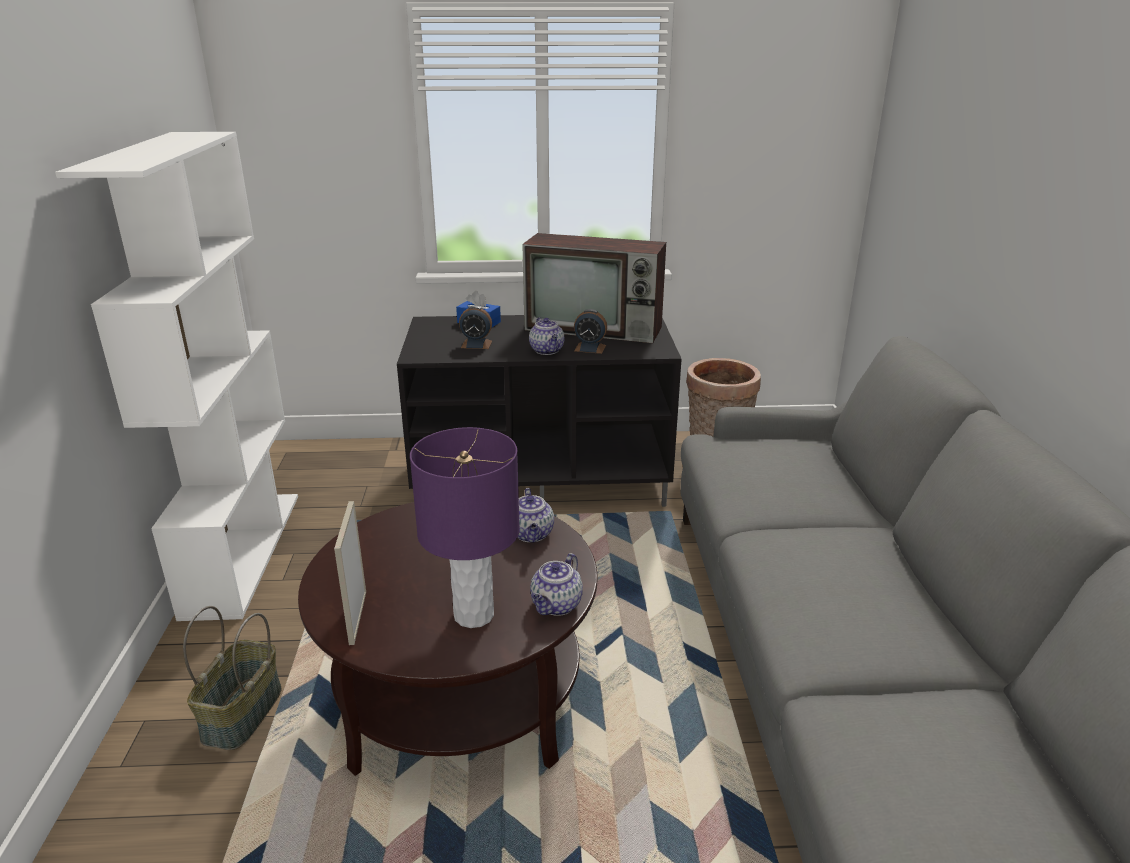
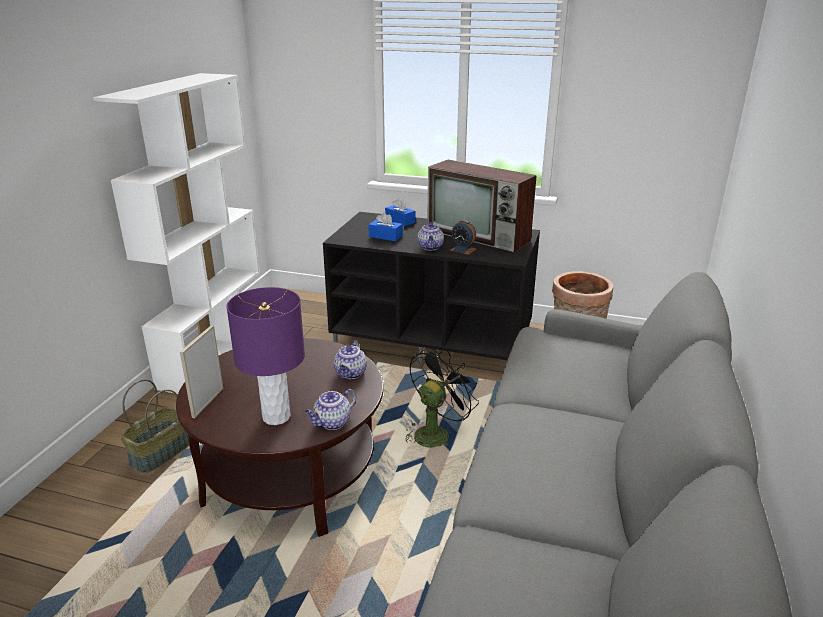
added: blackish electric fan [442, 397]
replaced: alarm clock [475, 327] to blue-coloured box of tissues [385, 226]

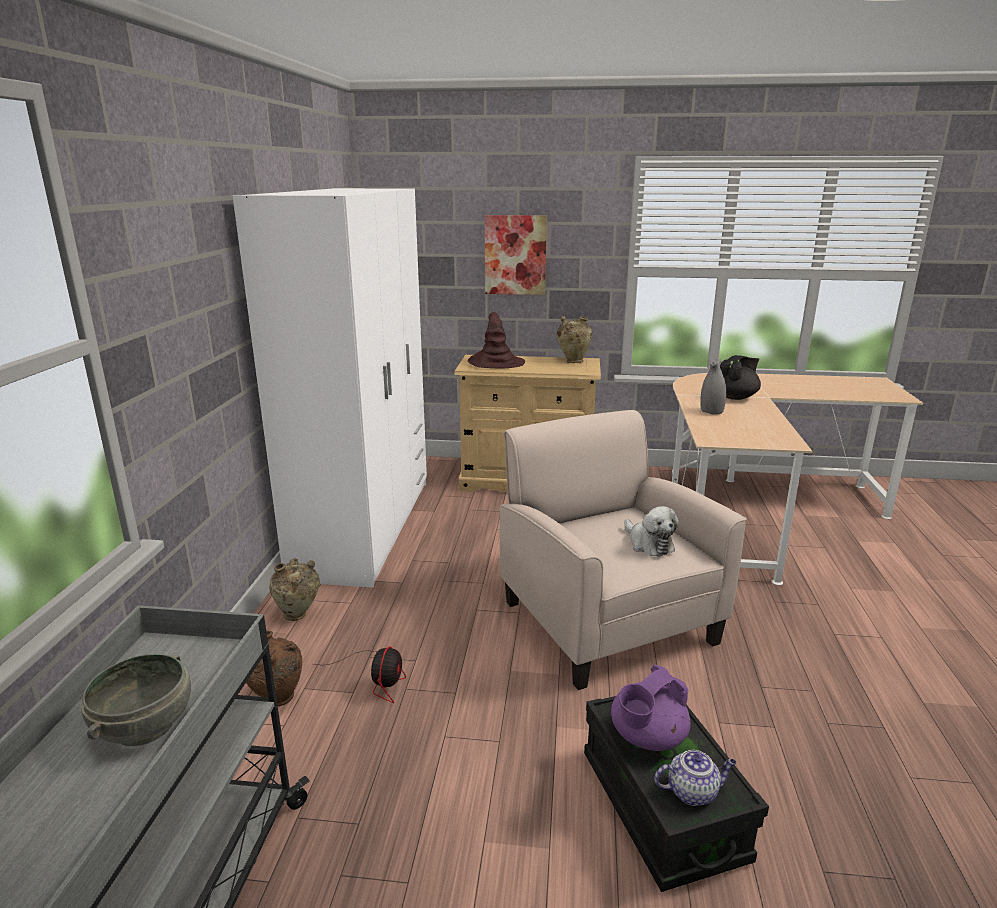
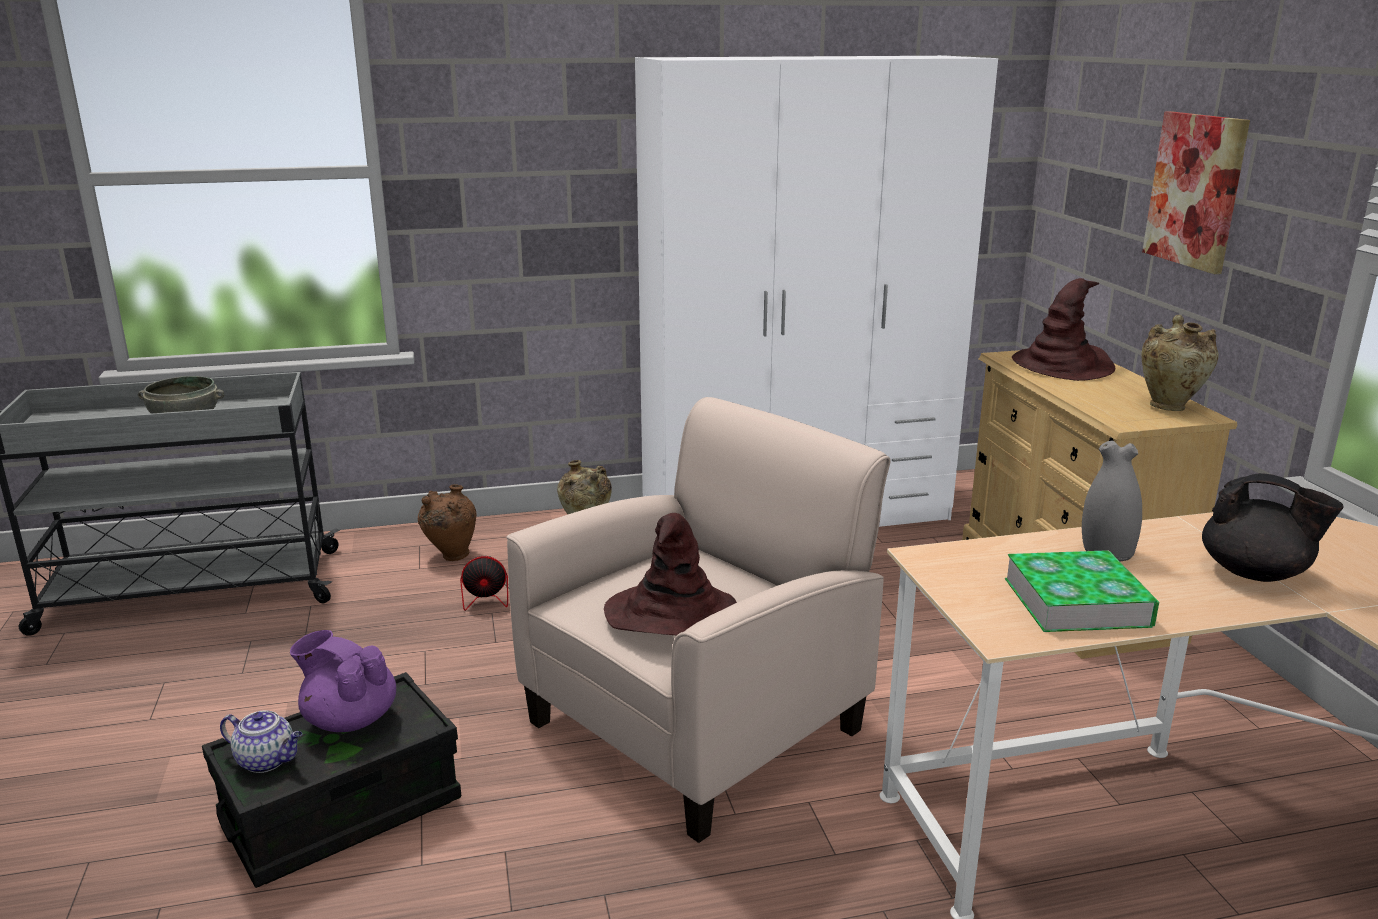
added: book [1082, 591]
replaced: plush toy [651, 531] to brown clothing hat [670, 574]
turned: tea pot [695, 778] = [261, 742] 45 degrees counterclockwise

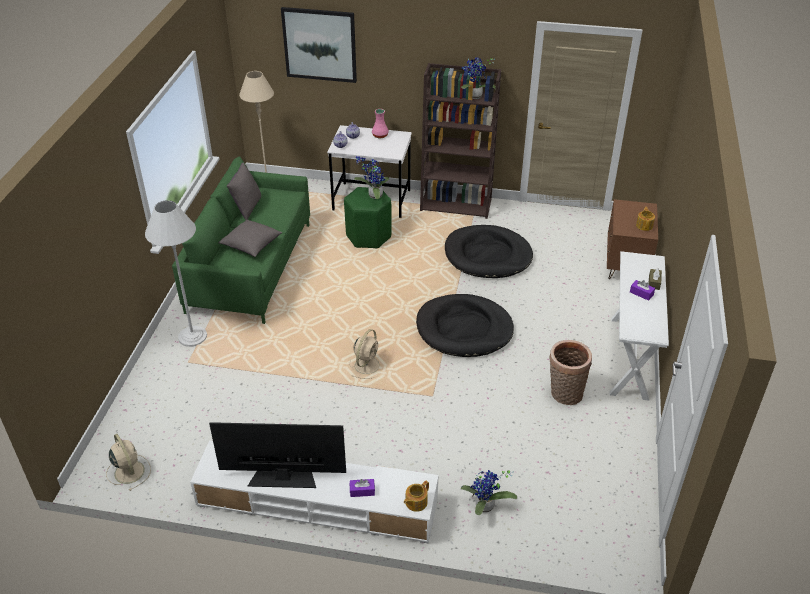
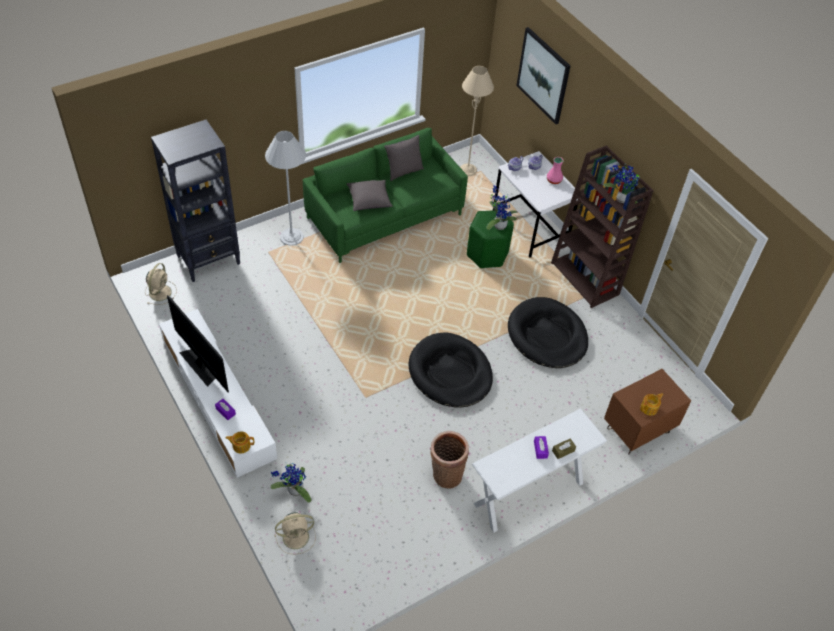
added: blackish bookshelf [195, 201]
moved: sand-coloured electric fan [365, 354] to [295, 533]

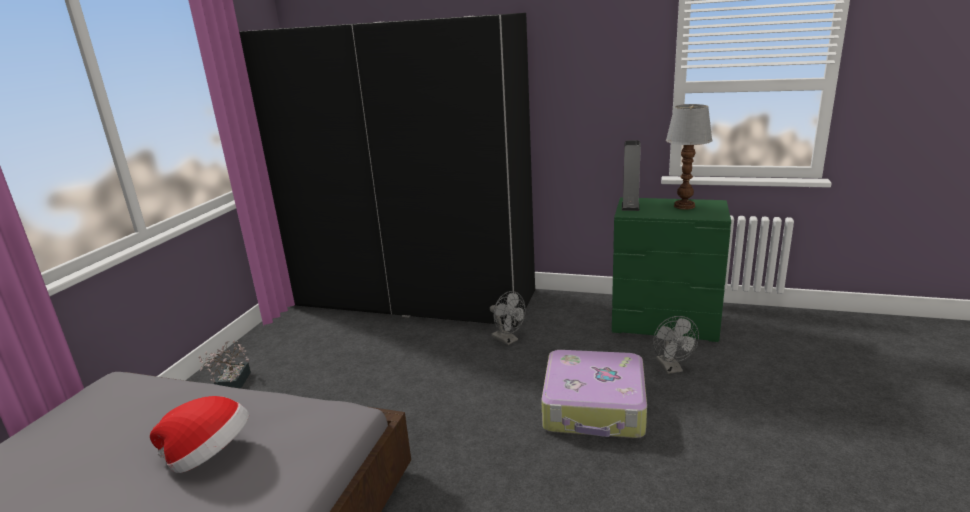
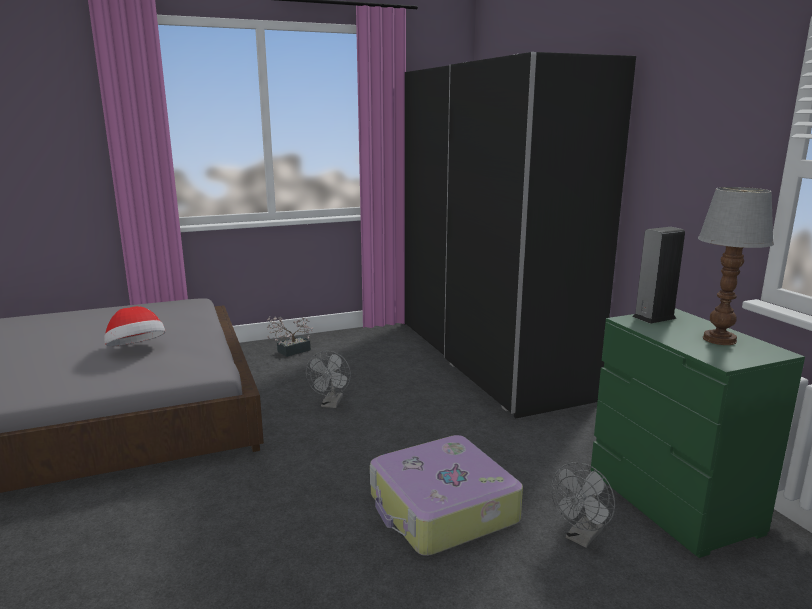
moved: grey electric fan [508, 318] to [328, 379]

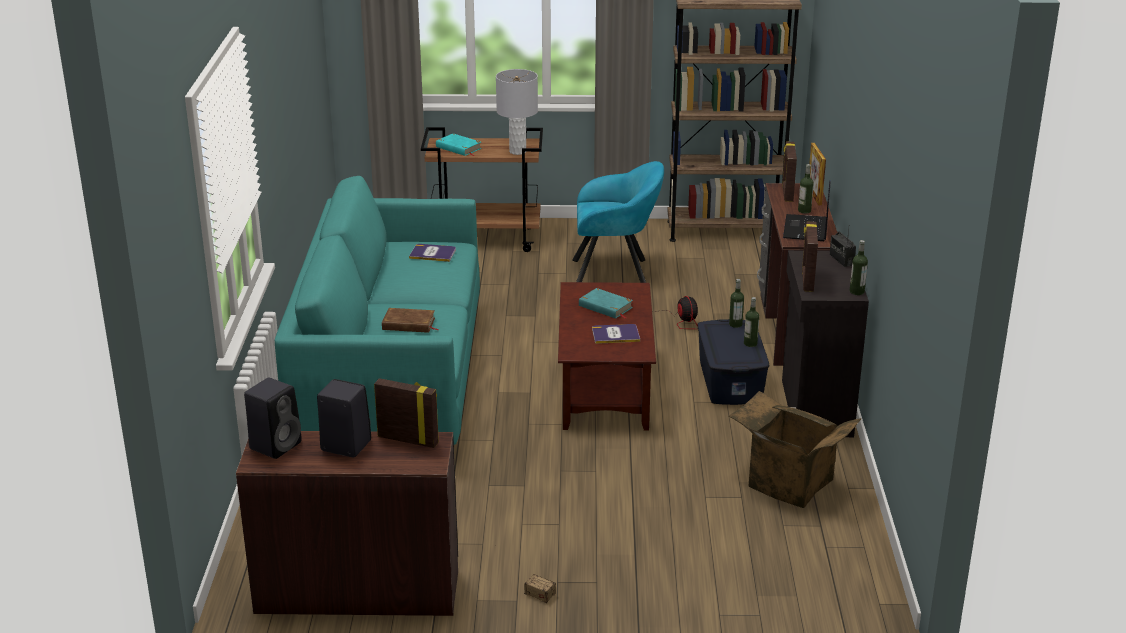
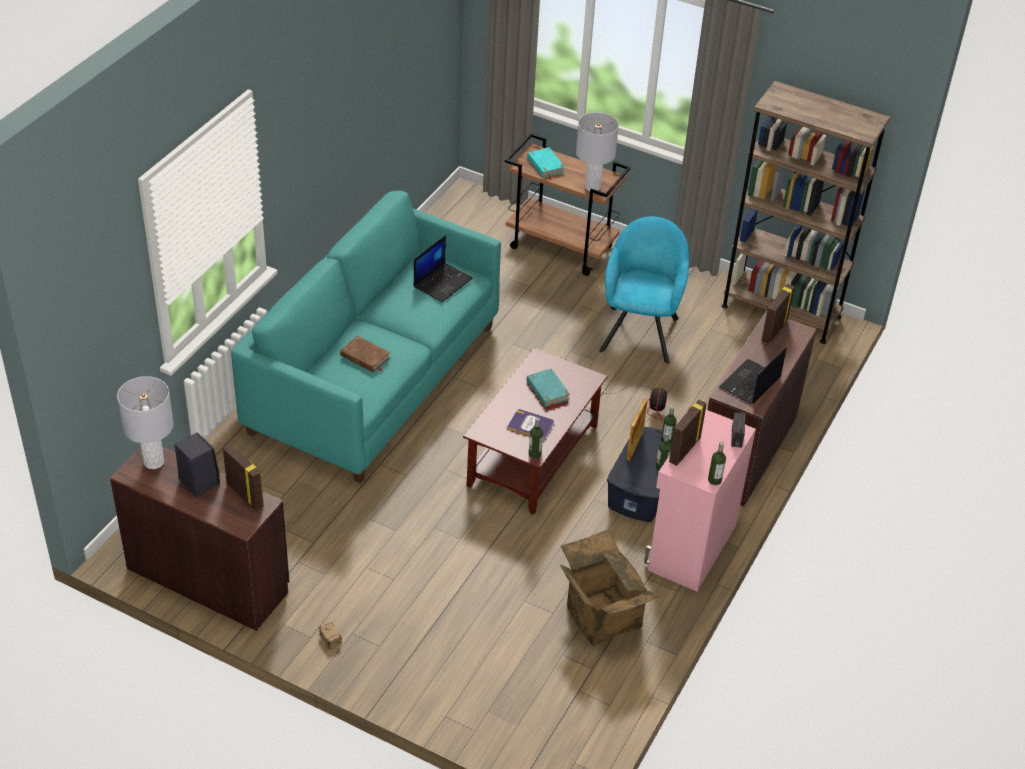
moved: standing frame [817, 174] to [637, 429]; drink bottle [806, 189] to [536, 437]
replaced: book [432, 253] to notebook computer [443, 268]; blackish audio speaker [273, 418] to grey lamp for a table [145, 422]
recoloured: blackish cupboard [825, 343] to pink-coloured cupboard [700, 500]
turned: blue-green lounge chair [618, 222] = [644, 290] 105 degrees counterclockwise

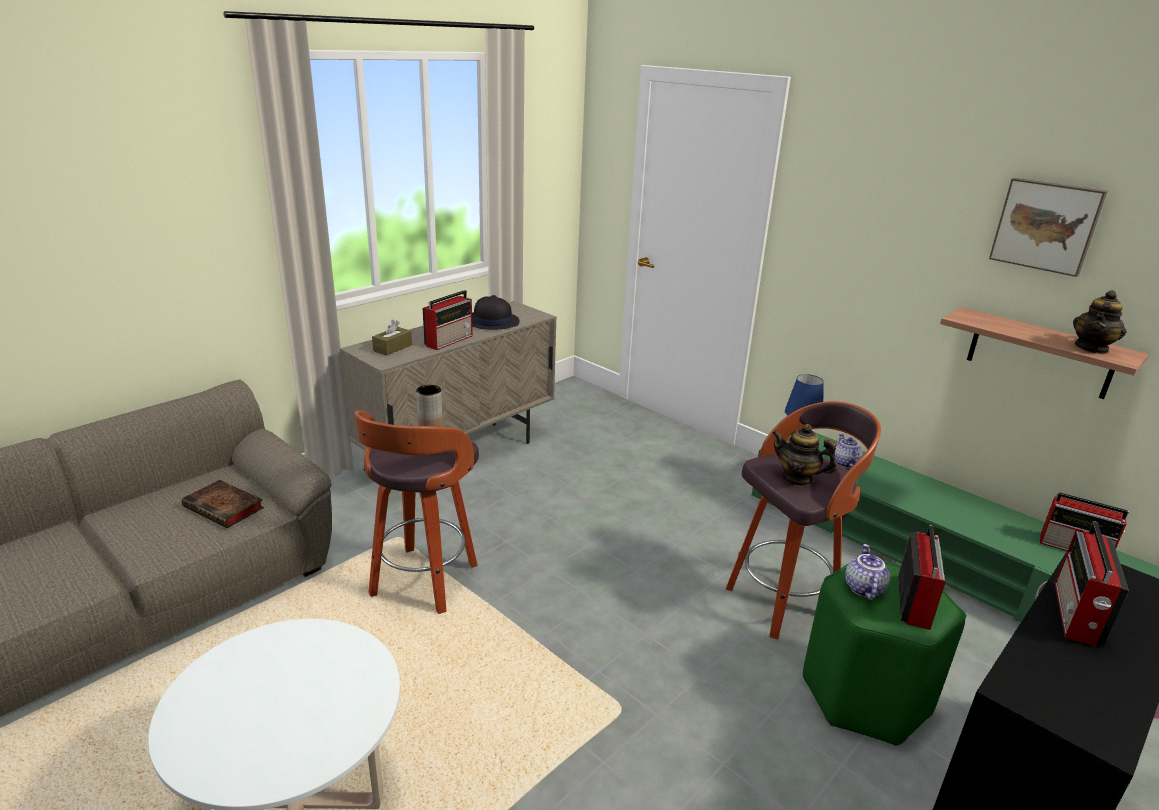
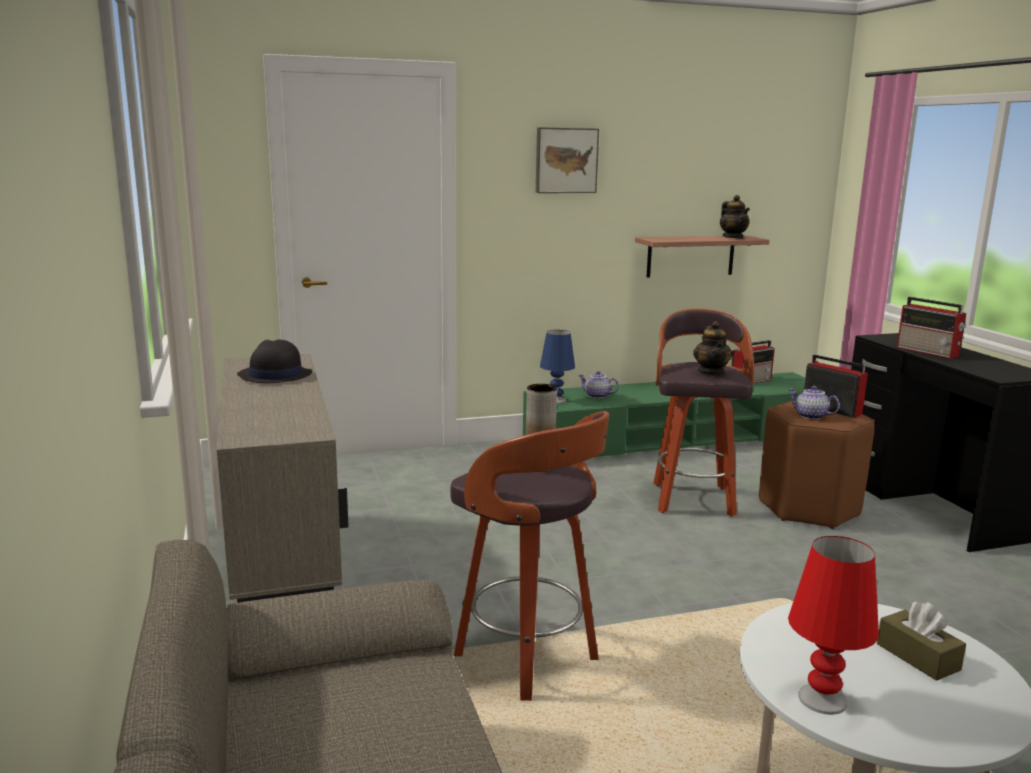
removed: radio set [448, 320]; book [223, 504]
added: red lamp for a table [833, 625]
moved: wall picture [1048, 227] to [567, 160]; brown box of tissues [392, 338] to [921, 641]
recoloured: greenish stool [884, 651] to brown stool [817, 465]
turned: tea pot [804, 455] = [713, 348] 60 degrees counterclockwise

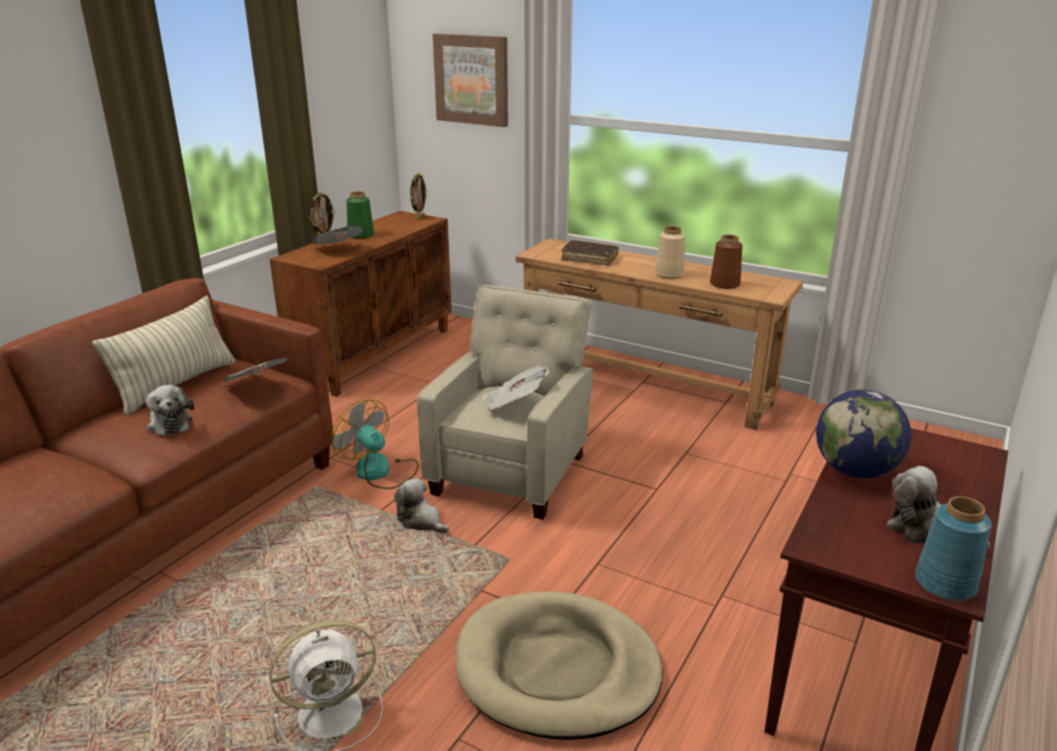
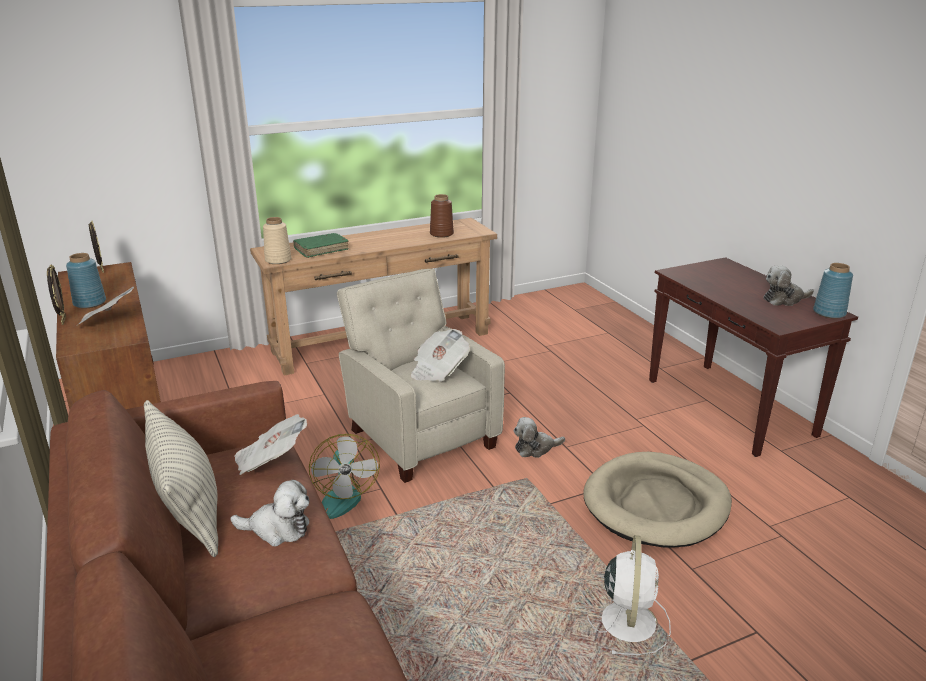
removed: wall picture [470, 80]; desk globe [863, 433]
moved: sand-coloured decorative vase [670, 252] to [277, 240]; plush toy [421, 506] to [539, 437]
recoloured: greenish decorative vase [360, 215] to blue-coloured decorative vase [86, 280]; brown book [590, 253] to greenish book [321, 245]
turned: electric fan [375, 444] = [344, 476] 90 degrees counterclockwise

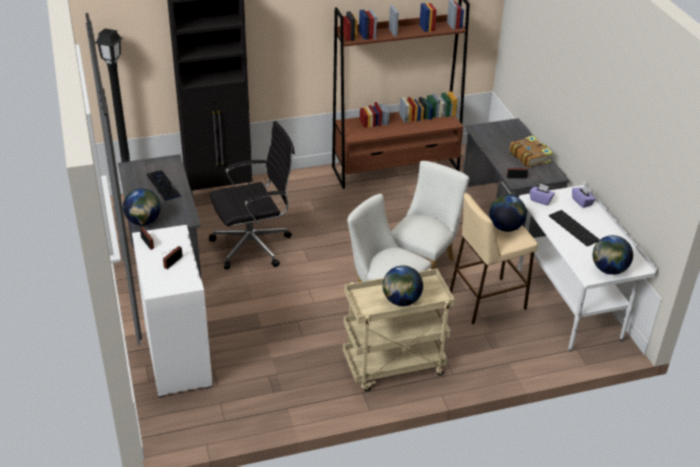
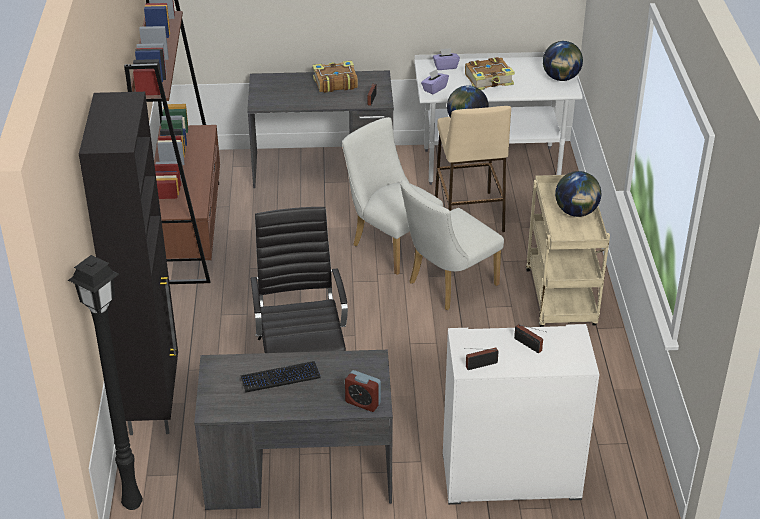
replaced: desk globe [142, 206] to alarm clock [363, 391]; keyboard [574, 228] to book [490, 73]

